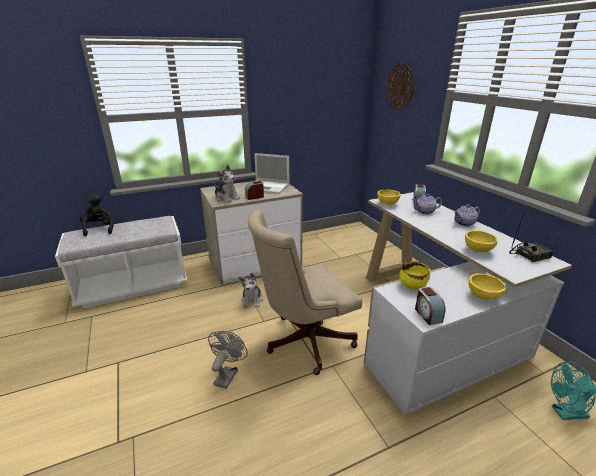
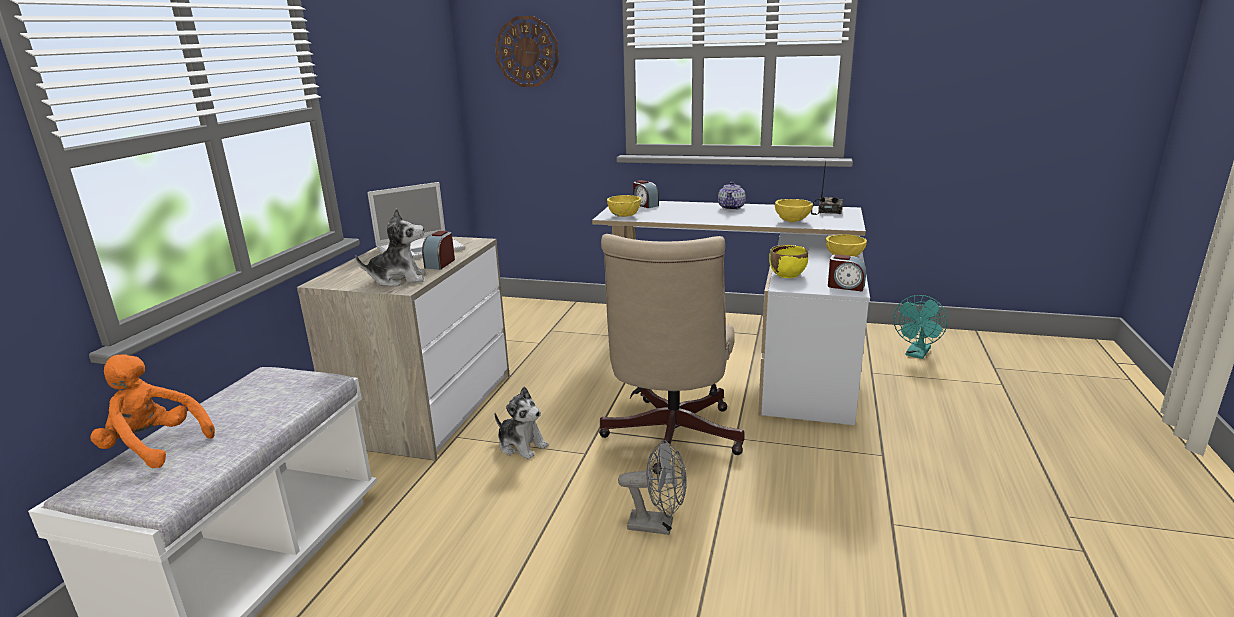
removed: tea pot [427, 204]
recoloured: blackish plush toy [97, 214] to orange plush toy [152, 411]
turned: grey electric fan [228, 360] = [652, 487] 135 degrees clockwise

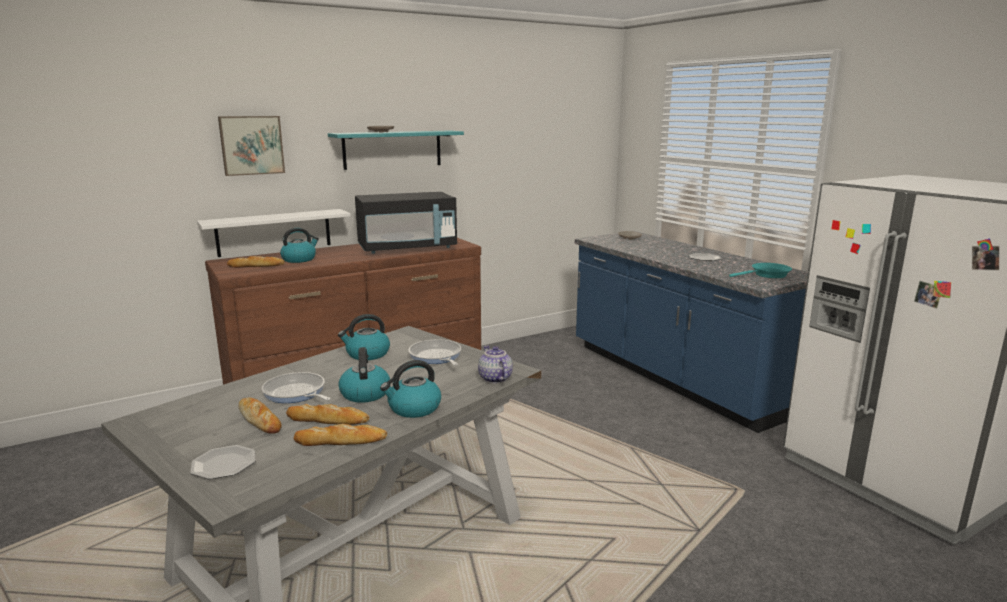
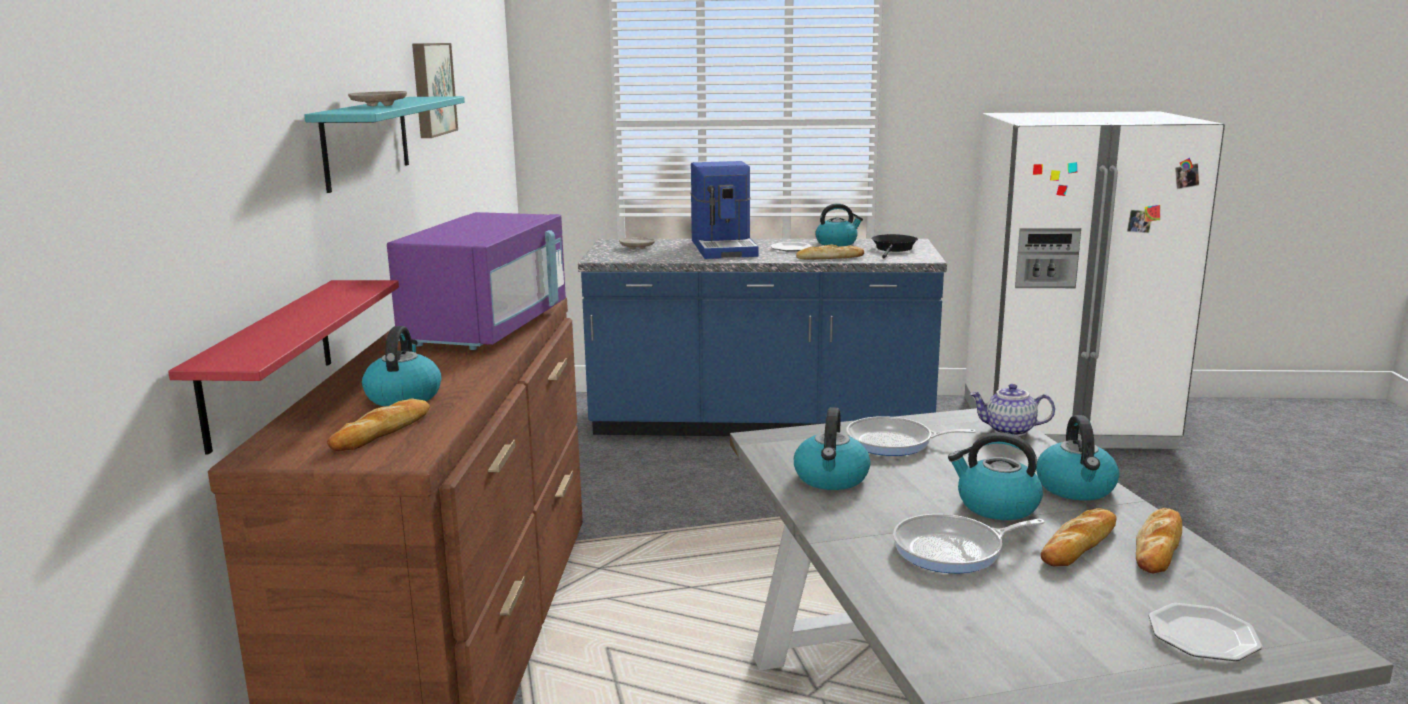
added: coffee machine [725, 210]; kettle [839, 224]
moved: wall picture [251, 146] to [435, 90]; bakery bread [260, 415] to [830, 252]
recoloured: blackish microwave oven [406, 223] to purple microwave oven [476, 281]; white-coloured shelf [274, 233] to red shelf [283, 367]; blue-green frying pan [760, 270] to blackish frying pan [894, 246]

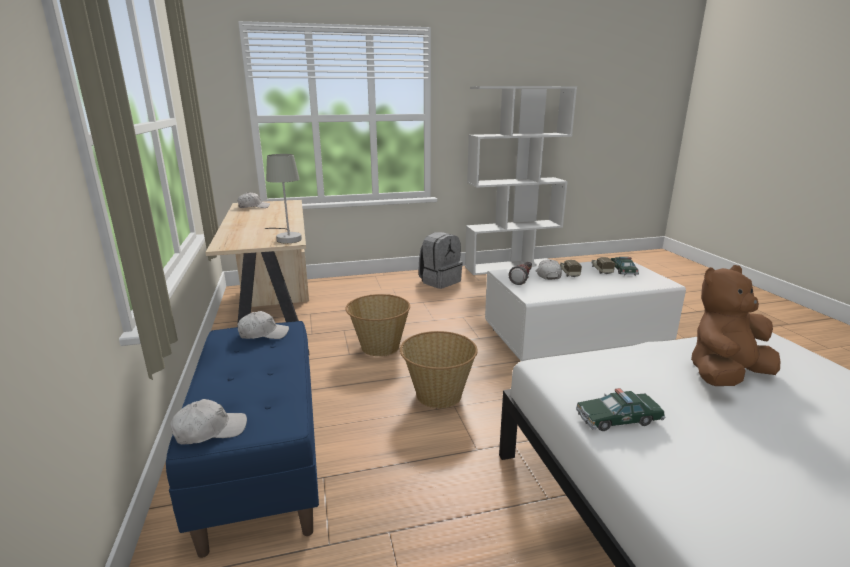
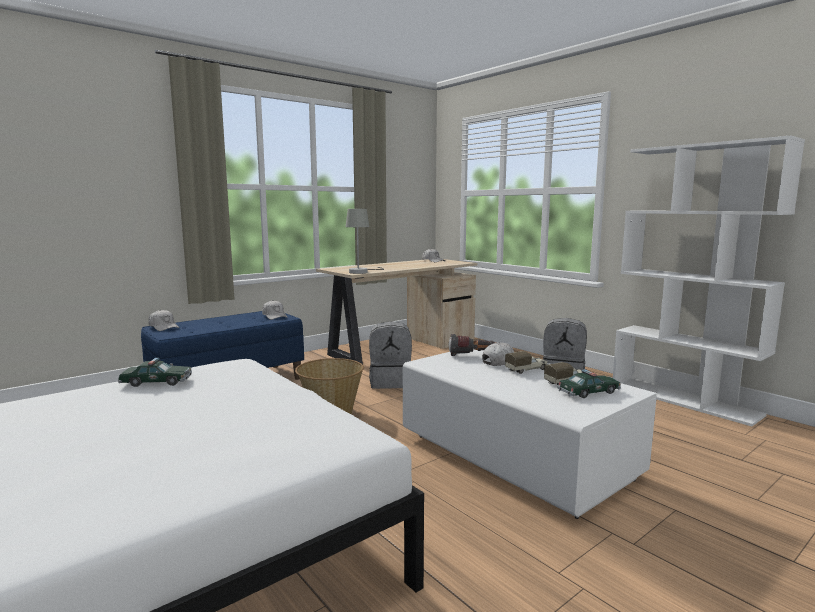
removed: brown plush toy [735, 325]
replaced: basket [377, 325] to grey rucksack [390, 355]
turned: model car [620, 409] = [155, 372] 120 degrees clockwise

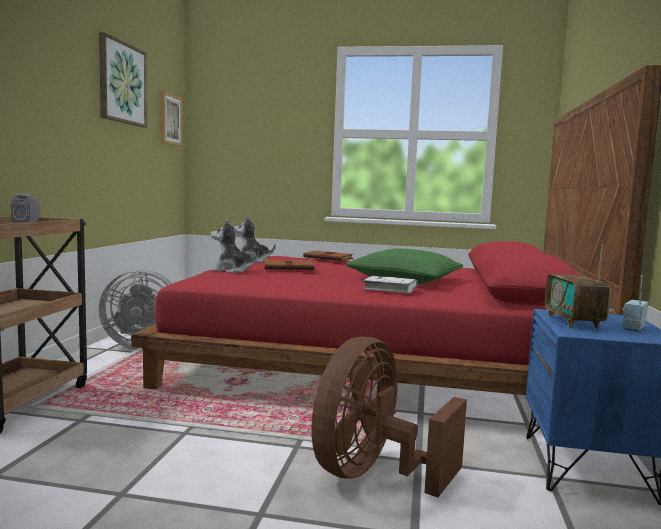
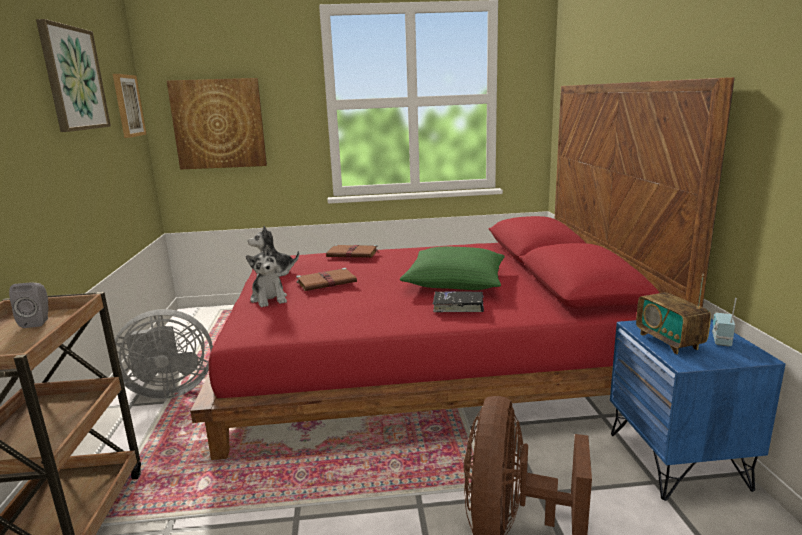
added: wall picture [217, 124]
recoloured: white-coloured book [390, 284] to blackish book [458, 301]
turned: plush toy [235, 246] = [266, 276] 105 degrees counterclockwise

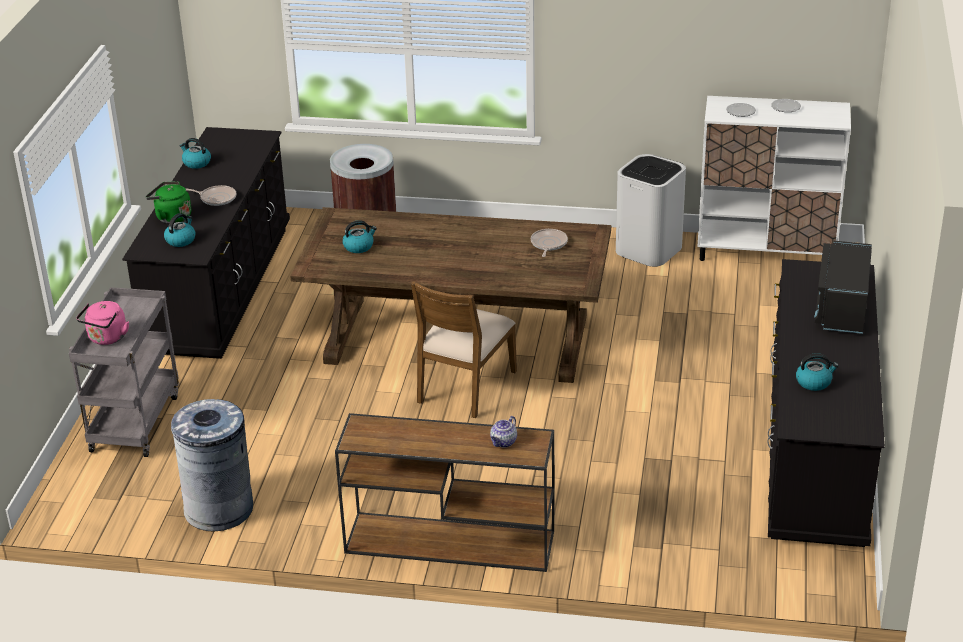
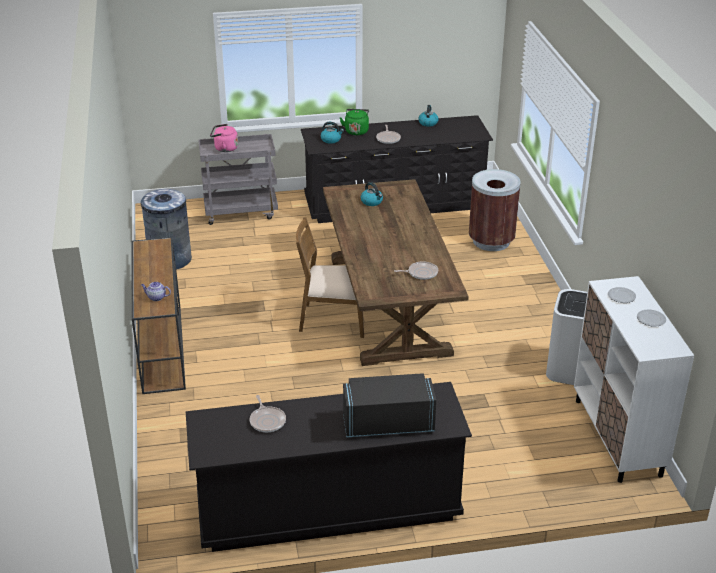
replaced: kettle [817, 372] to frying pan [268, 413]

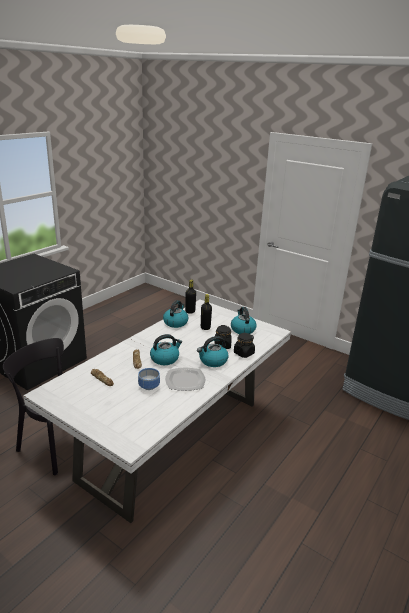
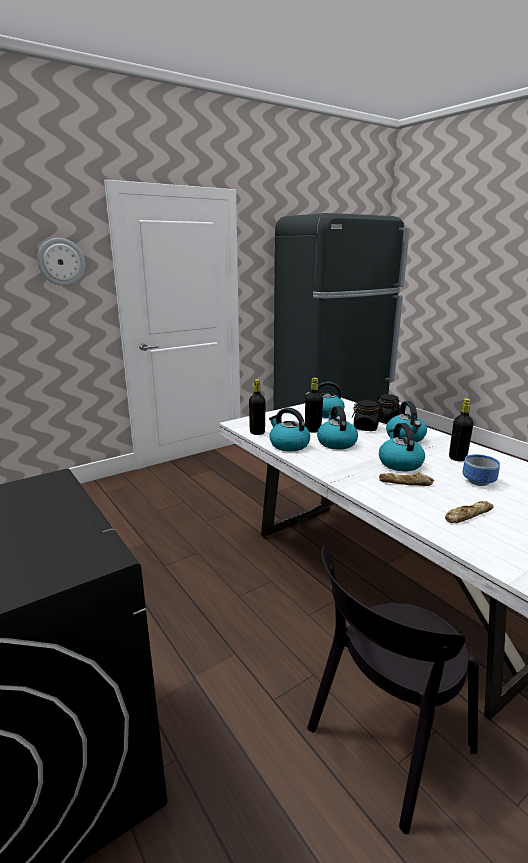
added: wall clock [61, 262]; kettle [337, 427]
replaced: flat dish [185, 379] to blackish drink bottle [461, 430]

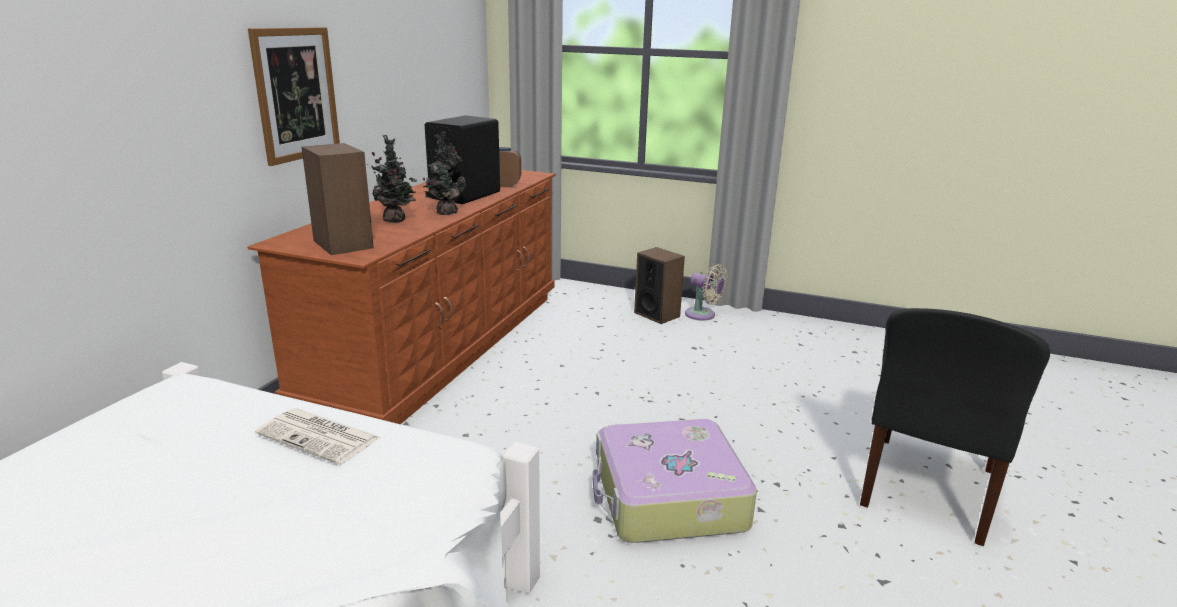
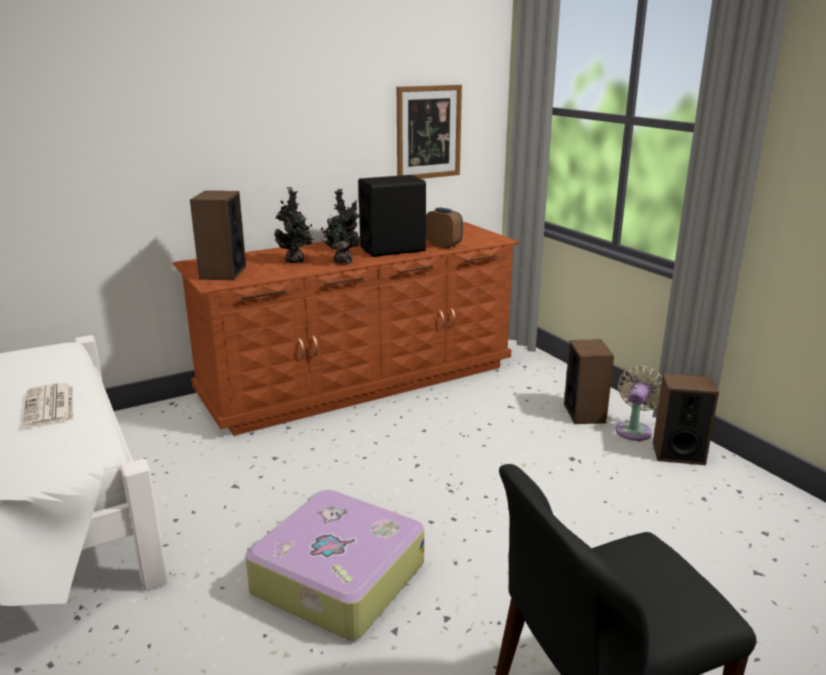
added: audio speaker [686, 419]
moved: wall picture [294, 96] to [429, 132]
turned: sand-coloured electric fan [706, 292] = [638, 403] 135 degrees counterclockwise

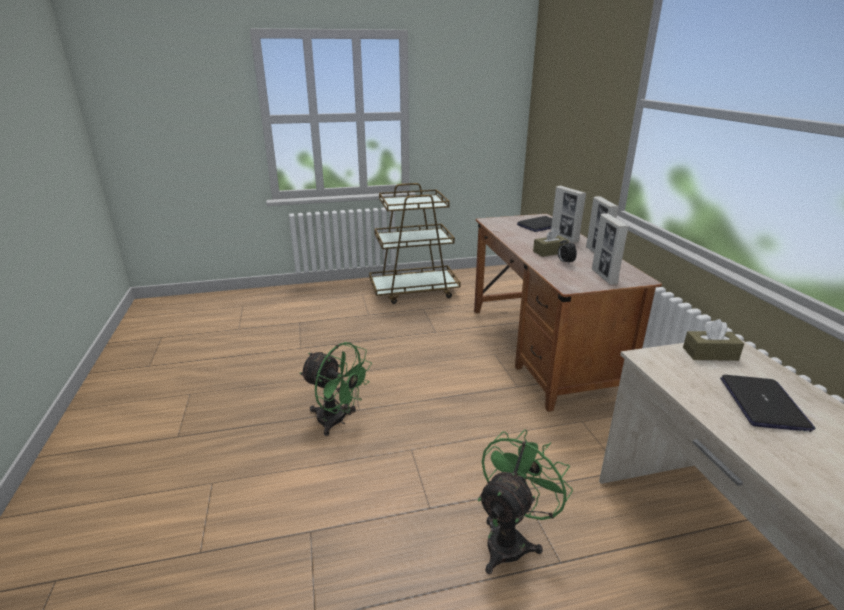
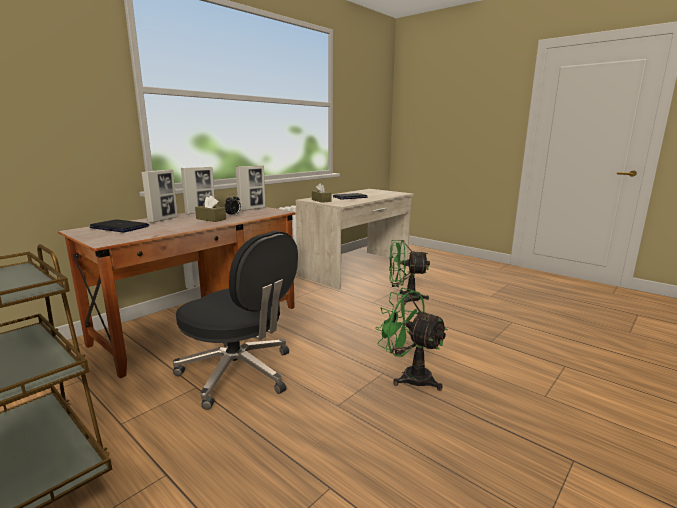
added: blackish office chair [235, 320]
turned: greenish electric fan [336, 389] = [411, 339] 45 degrees counterclockwise

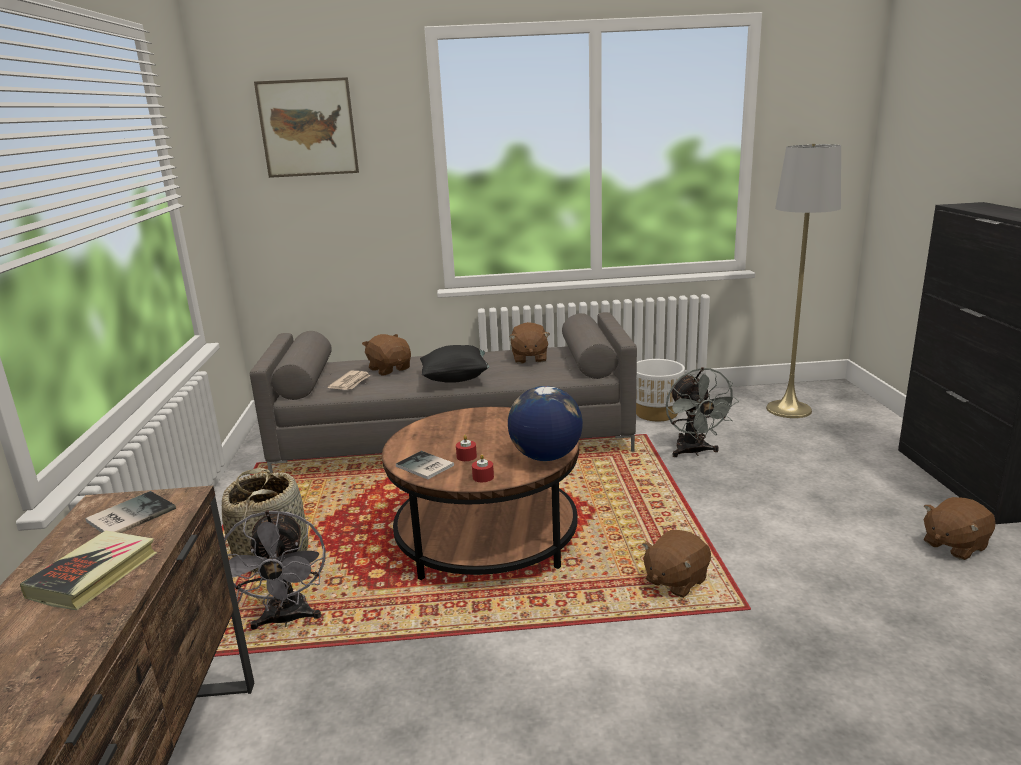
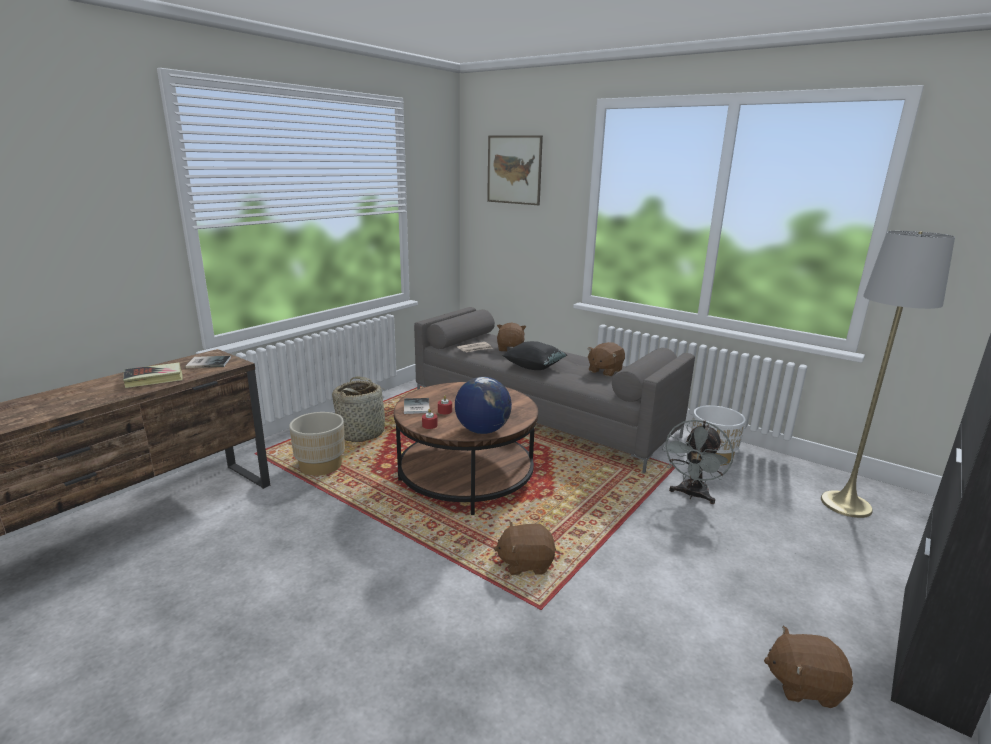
replaced: grey electric fan [275, 569] to sand-coloured flower pot [317, 444]

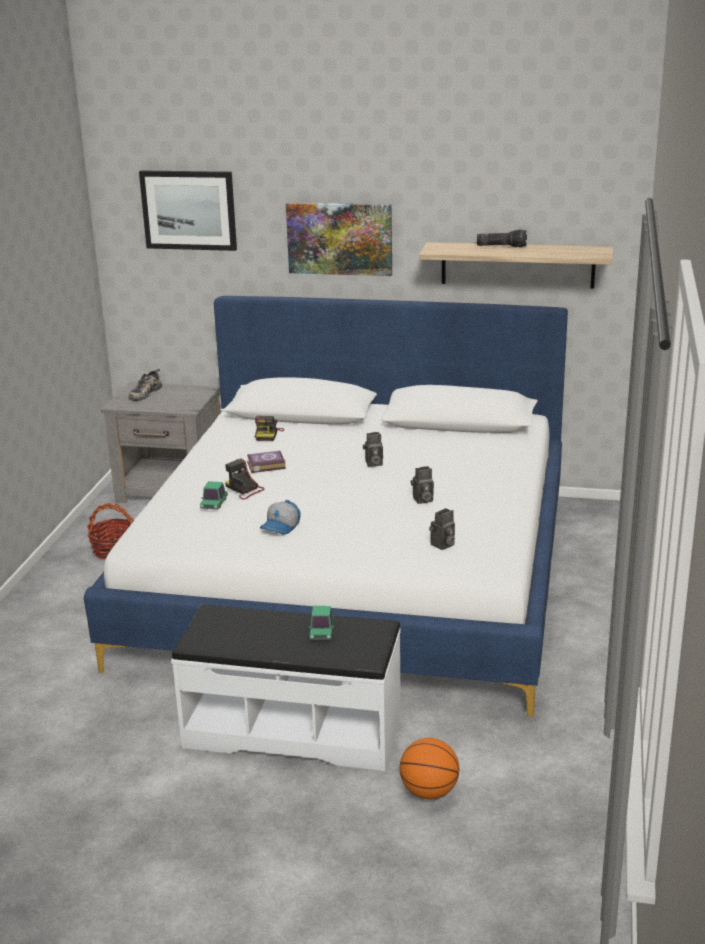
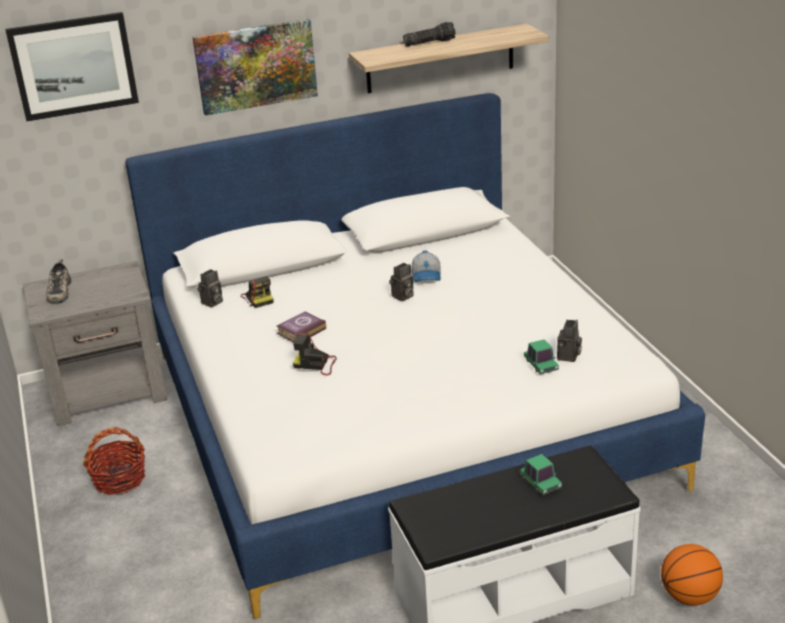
moved: still camera [422, 485] to [210, 288]; model car [214, 495] to [541, 356]; cap [280, 517] to [426, 266]

